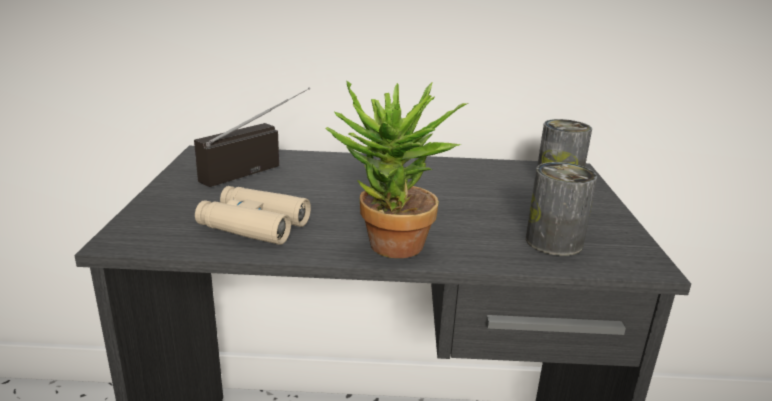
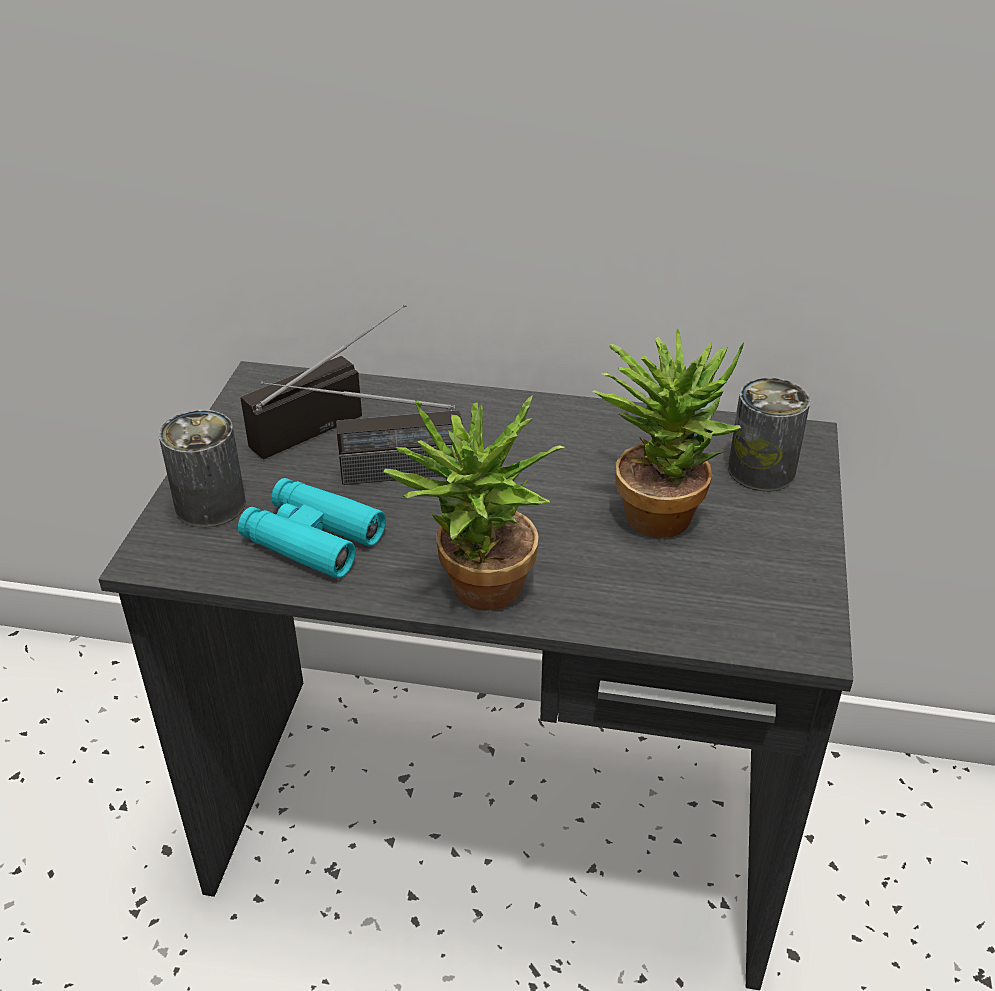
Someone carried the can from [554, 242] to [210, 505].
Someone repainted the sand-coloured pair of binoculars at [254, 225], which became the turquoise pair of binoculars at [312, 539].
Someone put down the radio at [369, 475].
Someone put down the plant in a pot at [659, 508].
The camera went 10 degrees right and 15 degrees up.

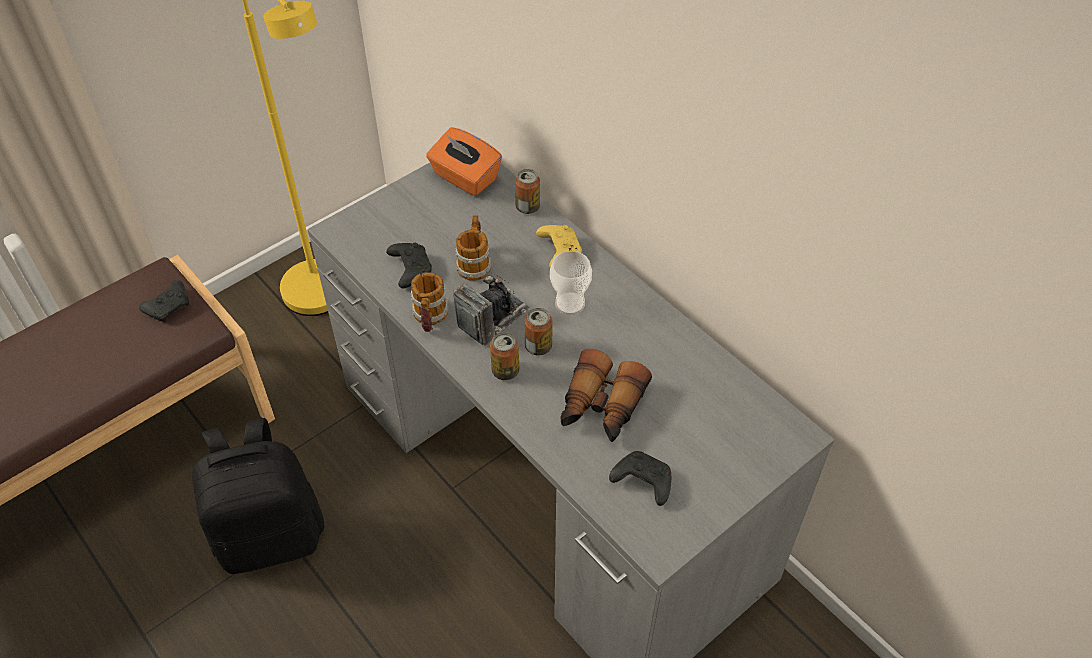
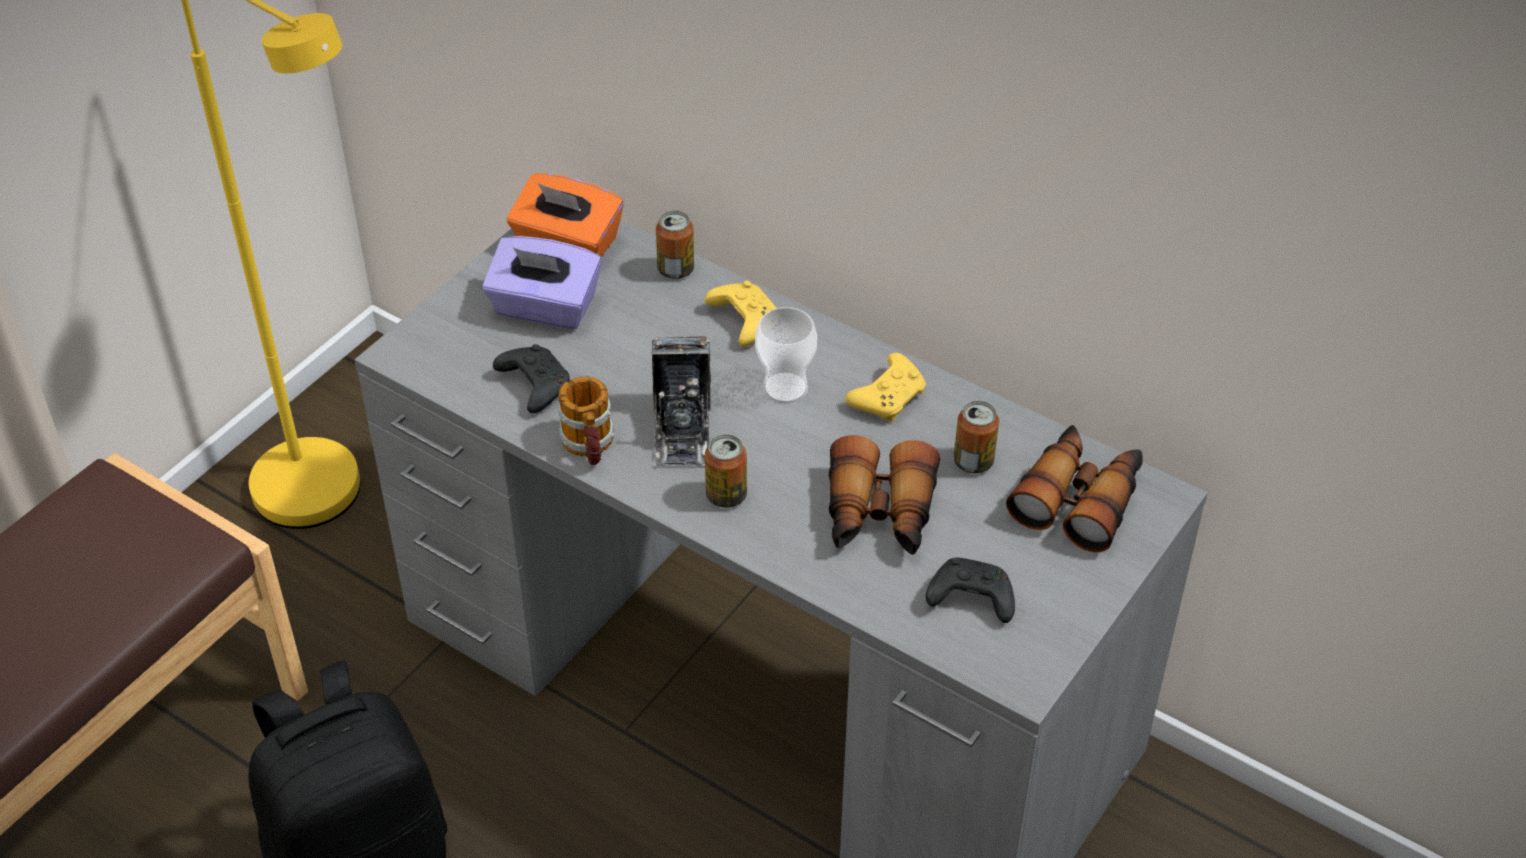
Someone put down the purple box of tissues at [545, 308].
Someone rotated the photo camera at [493, 318] by 150 degrees clockwise.
Someone put down the yellowish joypad at [889, 397].
Someone carried the can from [538, 346] to [973, 462].
Someone put down the pair of binoculars at [1079, 498].
Someone took away the black-coloured joypad at [169, 306].
Someone took away the mug at [475, 262].
The camera went 15 degrees left and 5 degrees down.

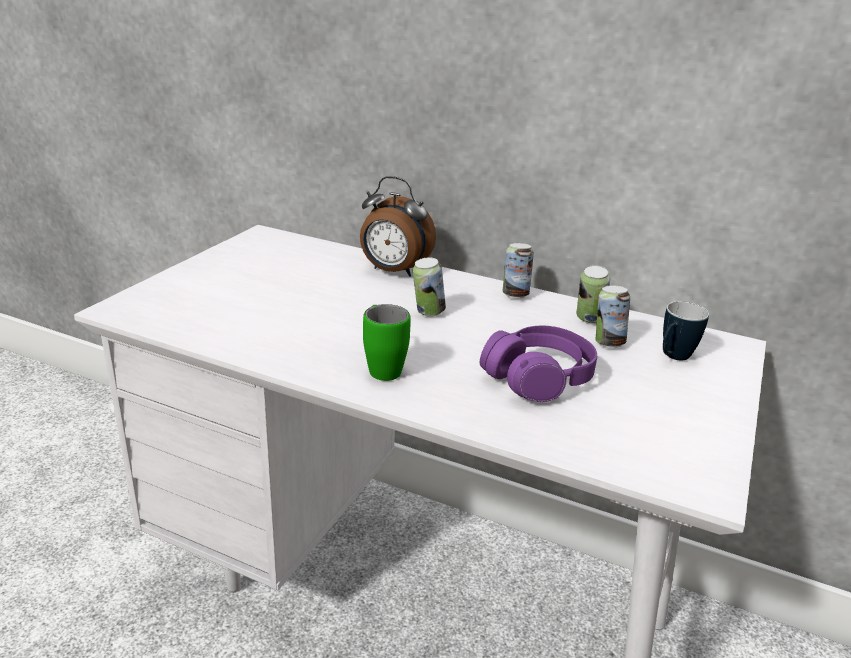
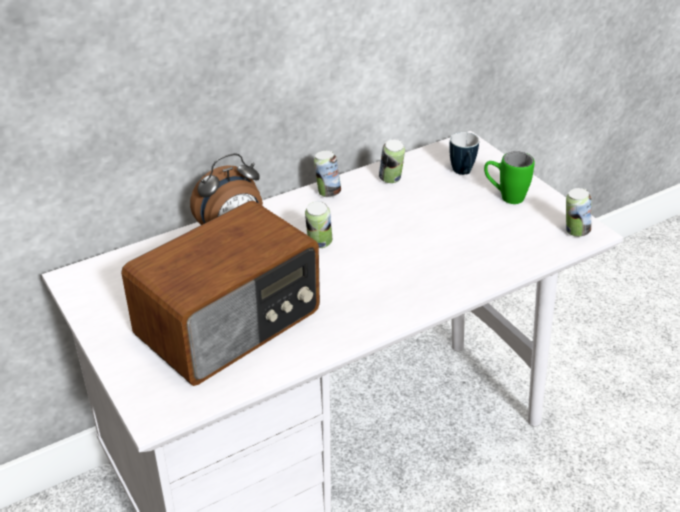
Someone put down the radio at [231, 324].
Someone carried the greenish mug from [382, 366] to [504, 197].
Someone carried the can from [607, 343] to [575, 232].
Someone took away the purple headset at [538, 378].
The camera went 55 degrees left and 10 degrees up.

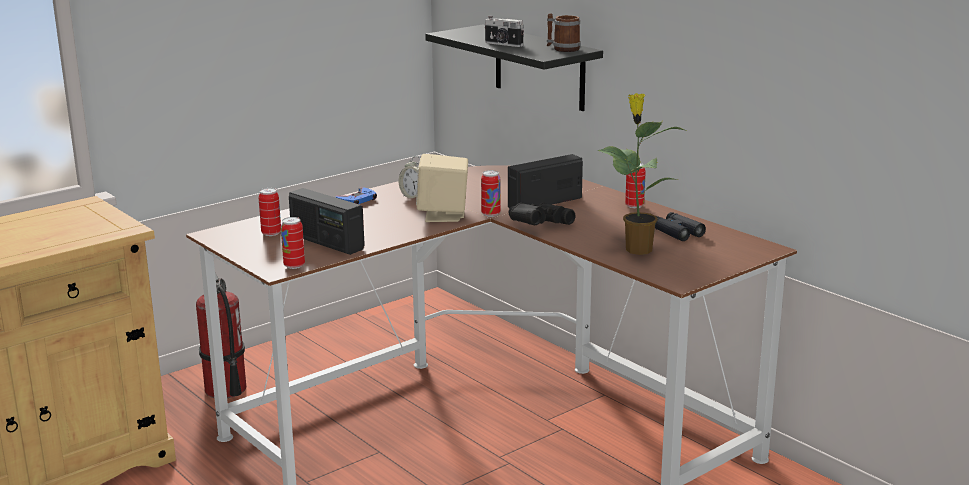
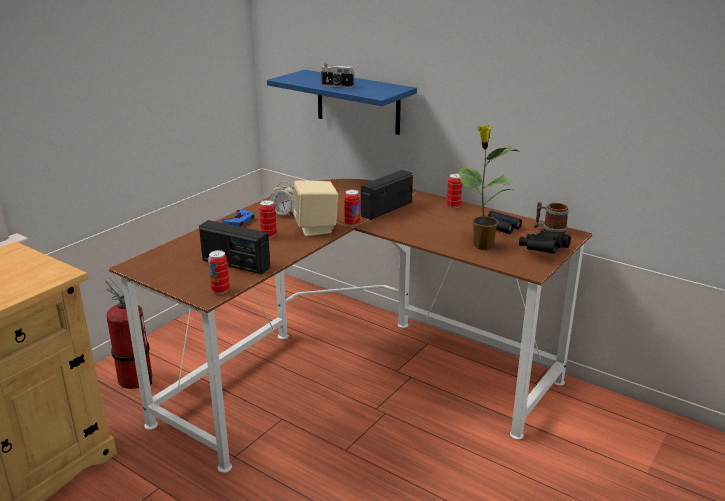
Someone carried the can from [271, 233] to [268, 235].
Someone repainted the black-coloured wall shelf at [539, 67], which became the bluish wall shelf at [358, 102].
Someone carried the black-coloured pair of binoculars from [538, 226] to [543, 251].
Someone carried the mug from [562, 48] to [549, 230].
The camera went 15 degrees left and 5 degrees up.

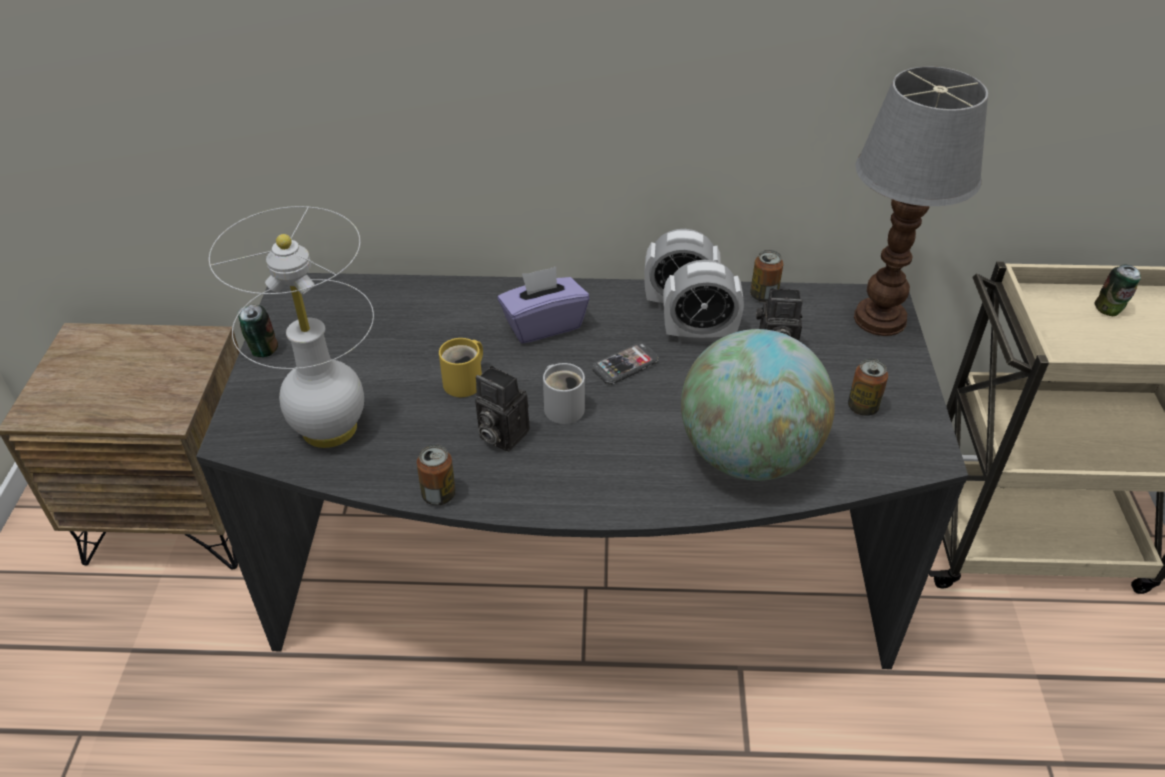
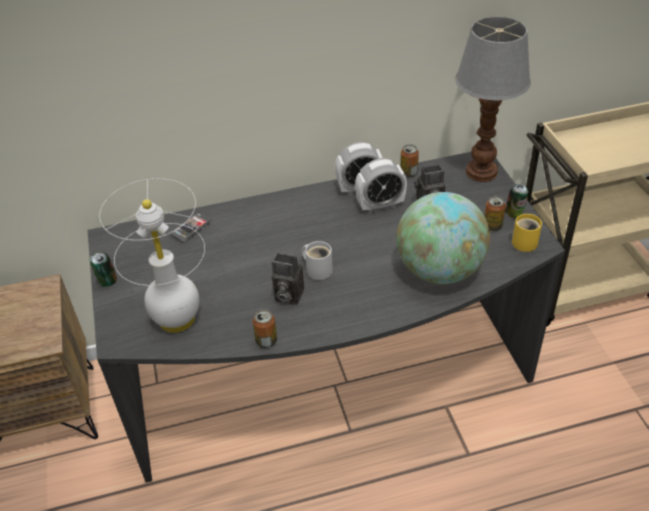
Someone carried the handset from [625, 365] to [191, 229].
Someone carried the can from [1109, 310] to [515, 213].
Someone carried the yellowish mug from [466, 382] to [525, 241].
Someone took away the purple box of tissues at [543, 325].
The camera went 15 degrees left and 0 degrees up.

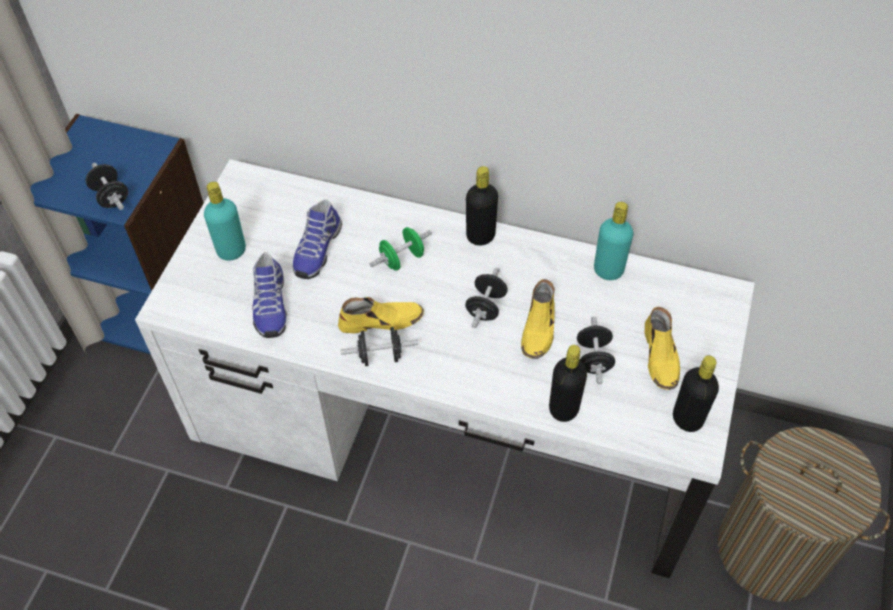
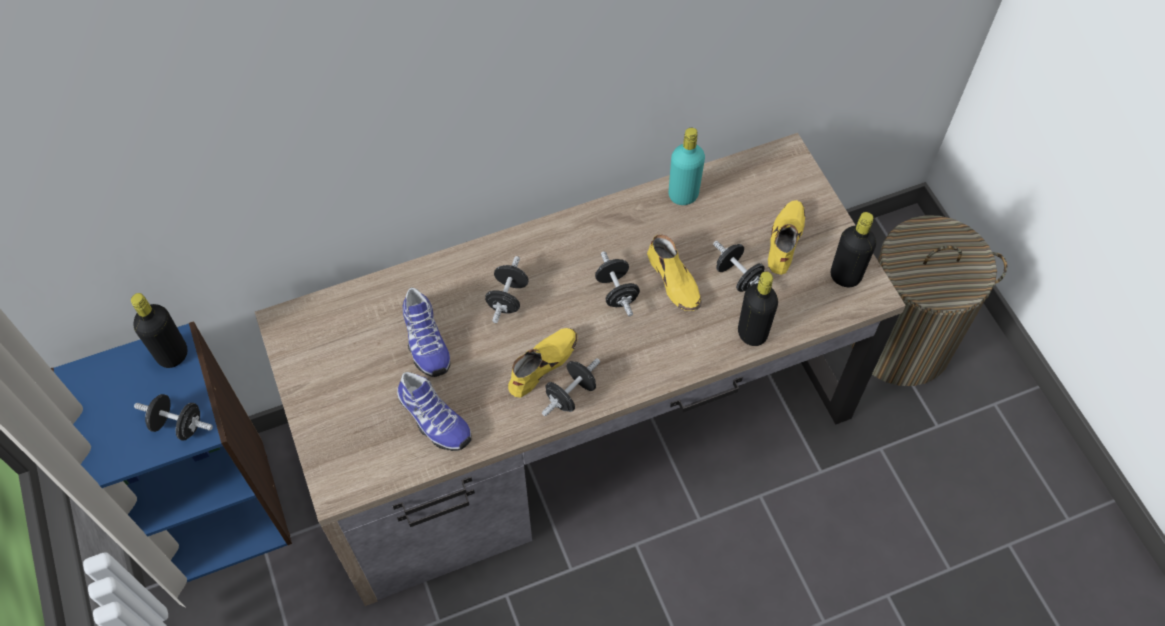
Someone carried the black-coloured bottle from [480, 236] to [172, 354].
Someone repainted the whitish desk unit at [448, 424], which became the brown-coloured desk unit at [580, 423].
Someone repainted the greenish hand weight at [402, 259], which became the black-coloured hand weight at [507, 298].
Someone rotated the yellowish shoe at [661, 357] by 120 degrees counterclockwise.
Someone took away the turquoise bottle at [231, 251].
The camera went 40 degrees left and 5 degrees up.

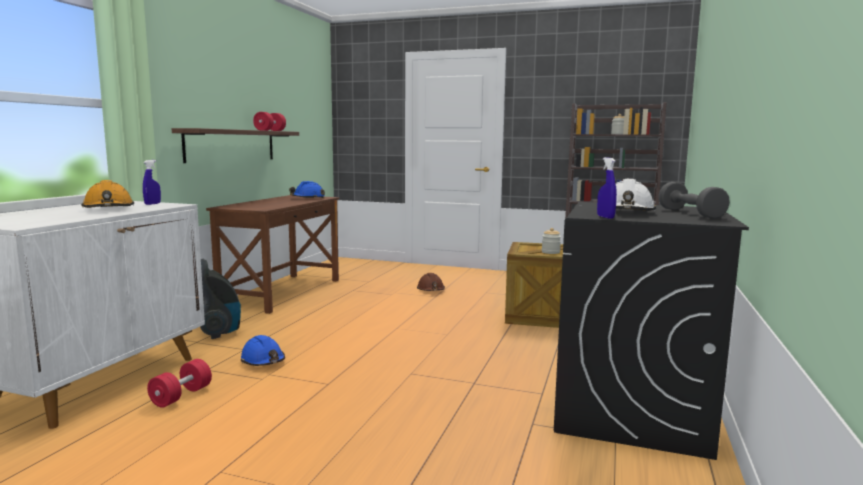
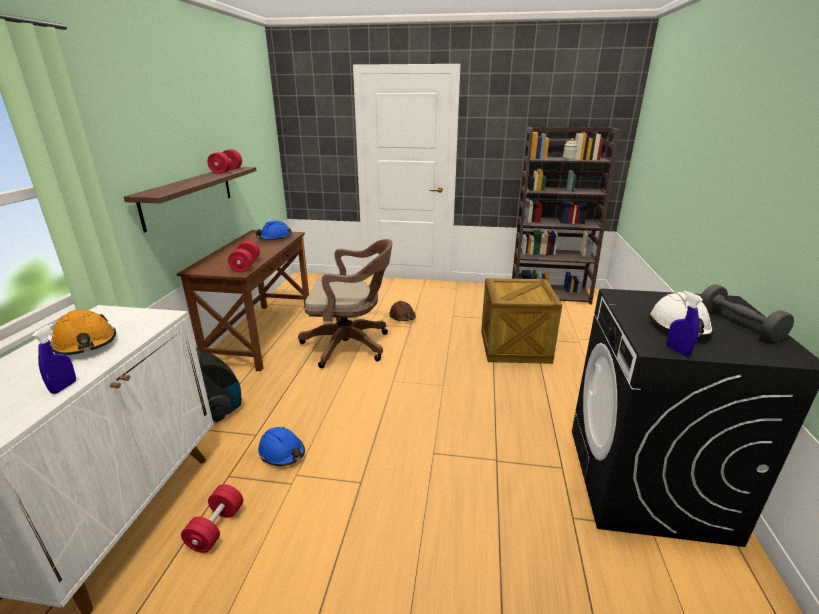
Someone carried the bluish spray bottle from [152, 204] to [64, 387].
Someone put down the red hand weight at [246, 265].
Someone put down the brown-coloured desk chair at [351, 345].
Someone took away the storage jar at [550, 252].
The camera went 10 degrees left and 15 degrees up.

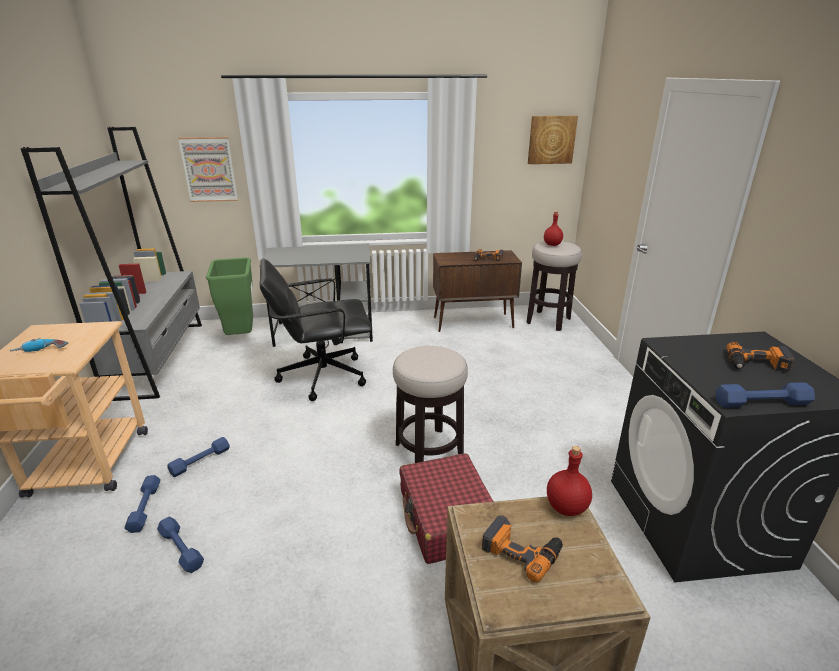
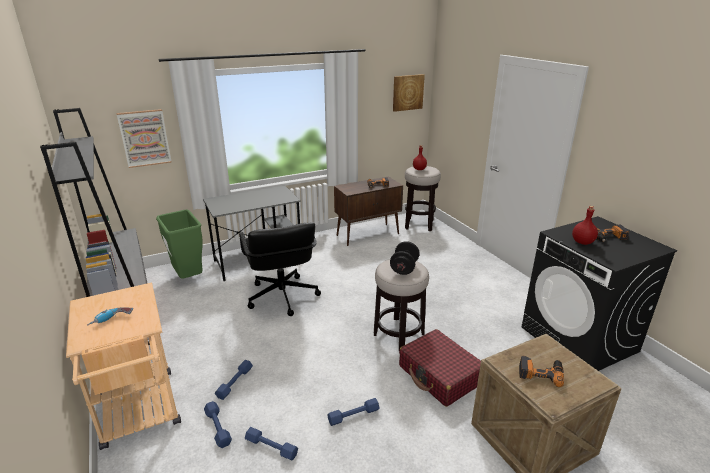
Someone rotated the black-coloured desk chair at [322, 376] by 75 degrees counterclockwise.
Someone carried the bluish hand weight from [761, 402] to [353, 415].
Someone put down the black-coloured hand weight at [404, 268].
Someone carried the red bottle from [566, 507] to [582, 242].
The camera went 20 degrees left and 0 degrees up.

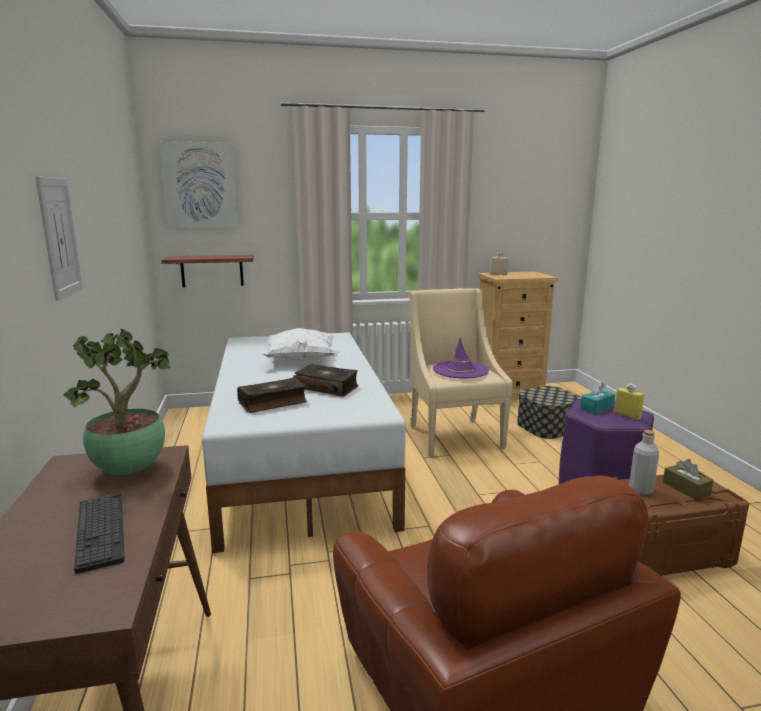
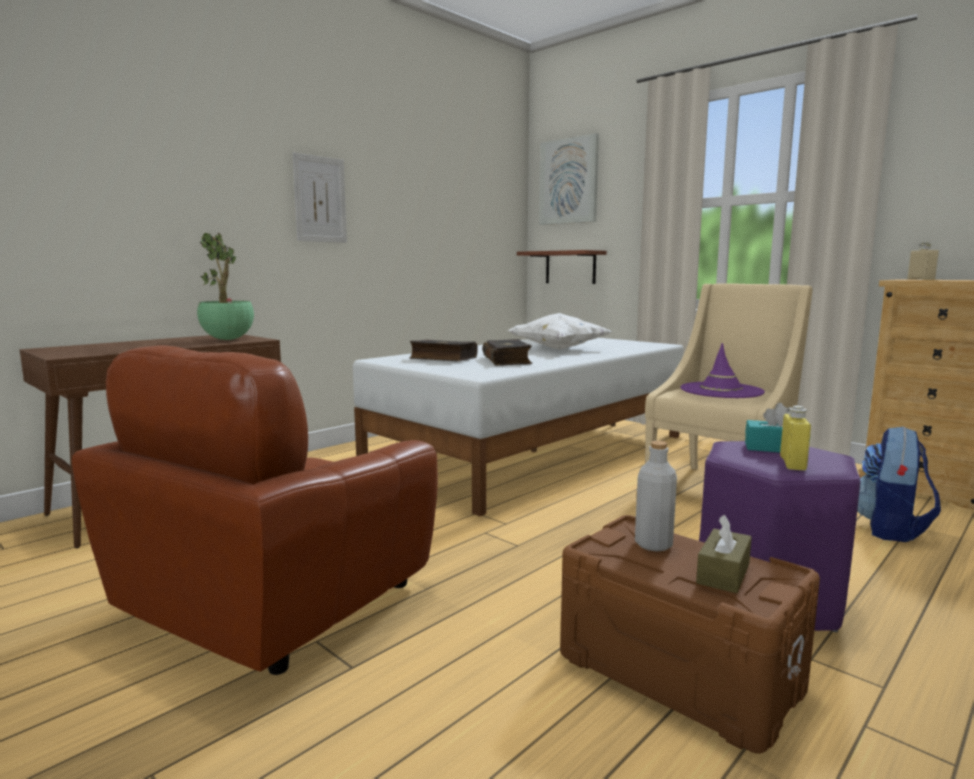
Someone swapped the storage box at [547, 427] for the rucksack at [891, 529].
Someone took away the keyboard at [100, 531].
The camera went 55 degrees right and 5 degrees down.

